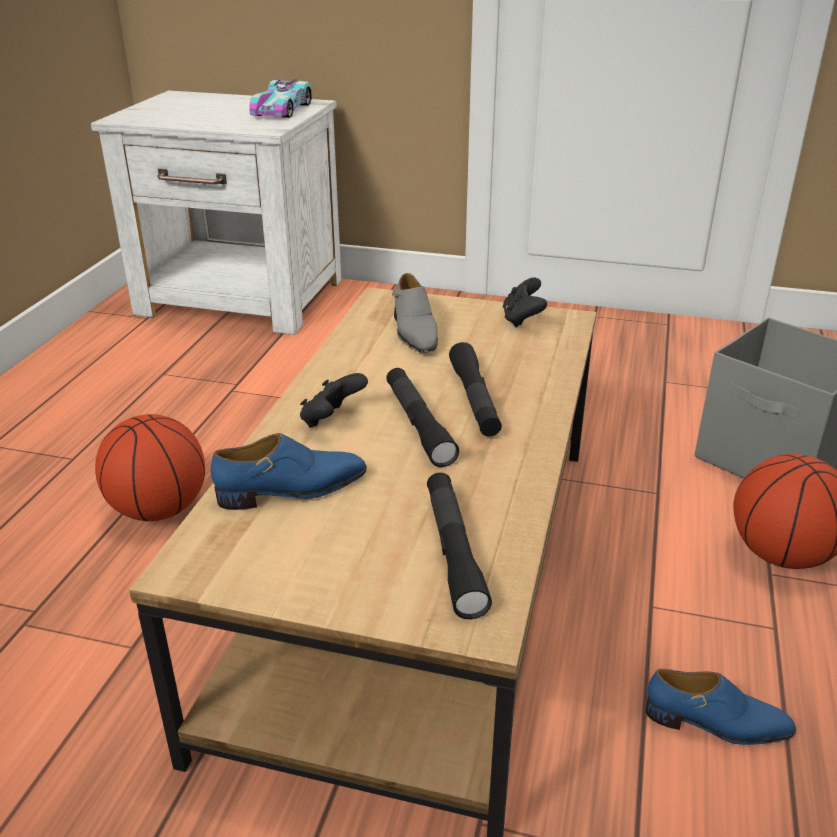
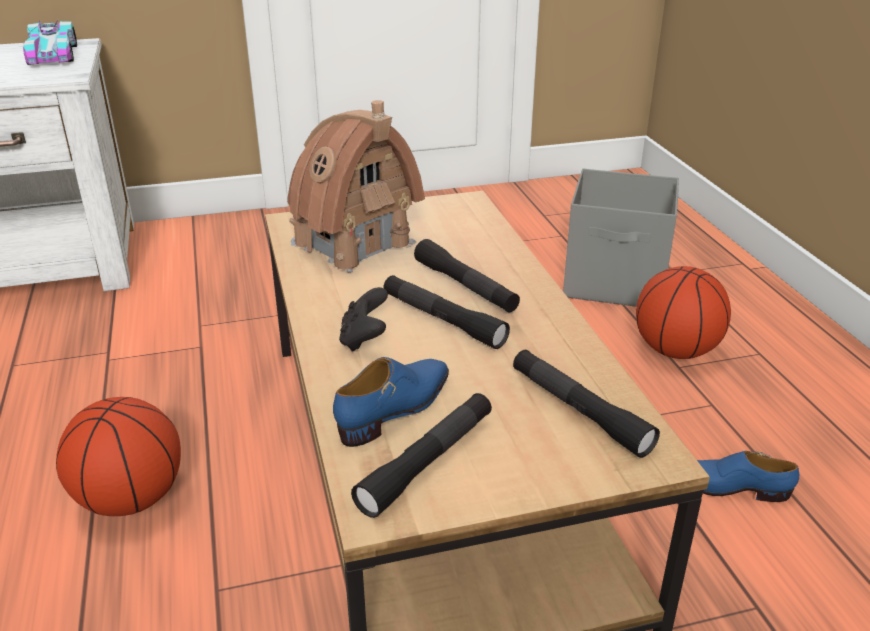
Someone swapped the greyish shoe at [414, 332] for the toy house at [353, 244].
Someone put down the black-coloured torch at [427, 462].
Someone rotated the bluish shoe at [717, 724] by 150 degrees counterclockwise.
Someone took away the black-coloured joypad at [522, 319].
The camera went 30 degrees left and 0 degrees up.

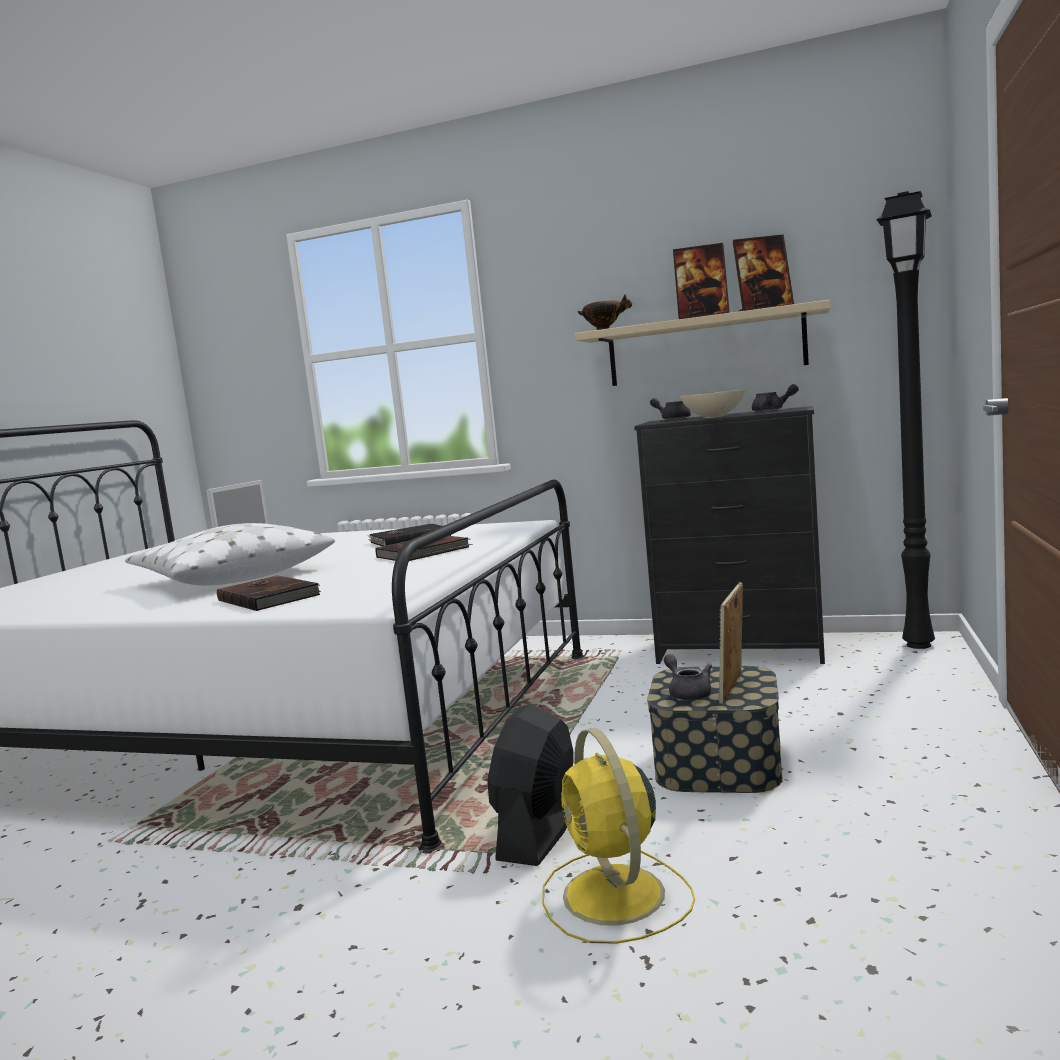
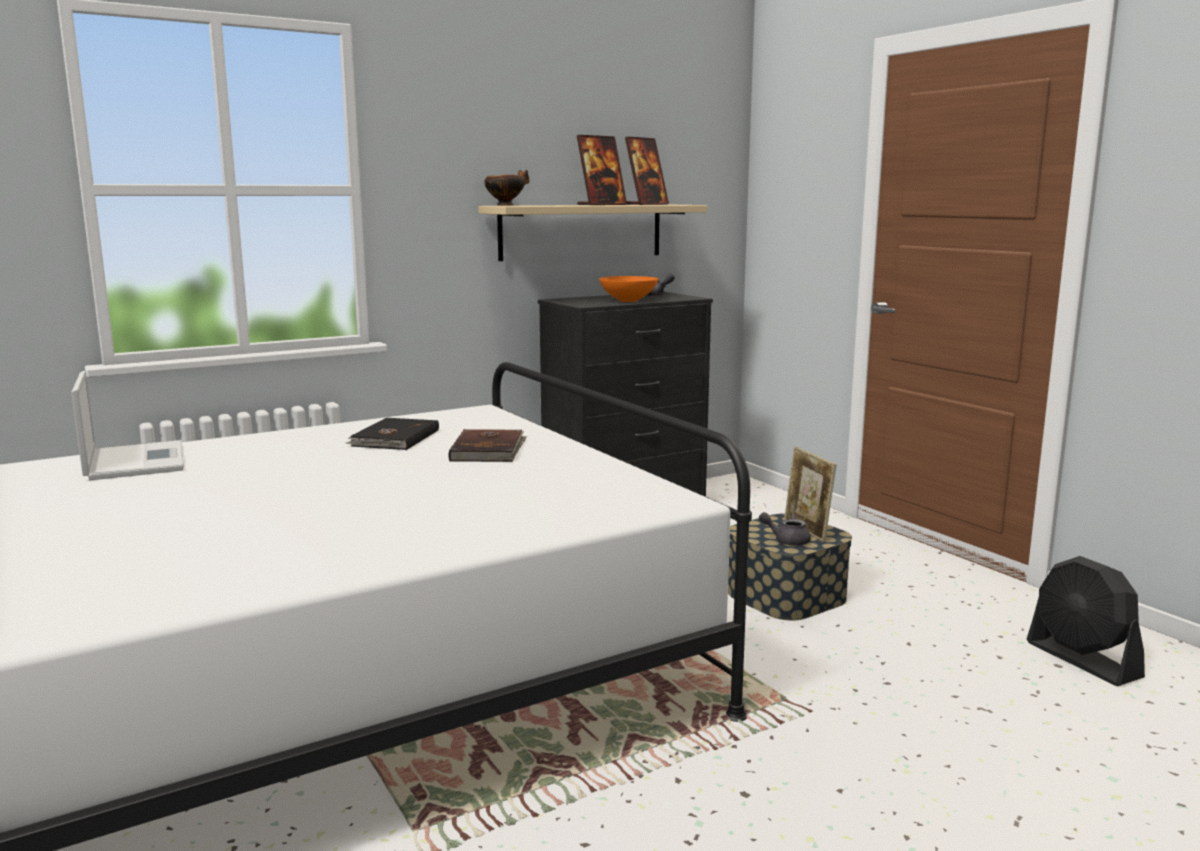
Someone repainted the sand-coloured serving bowl at [714, 417], which became the orange serving bowl at [629, 301].
Someone carried the black-coloured cooling fan from [540, 831] to [1083, 660].
Someone took away the whitish cushion at [231, 576].
Someone took away the brown-coloured bound book at [269, 597].
Someone took away the yellowish cooling fan at [615, 897].
Someone took away the greyish tea pot at [672, 419].
Someone took away the black-coloured standing lamp at [920, 644].
The camera went 50 degrees left and 5 degrees up.

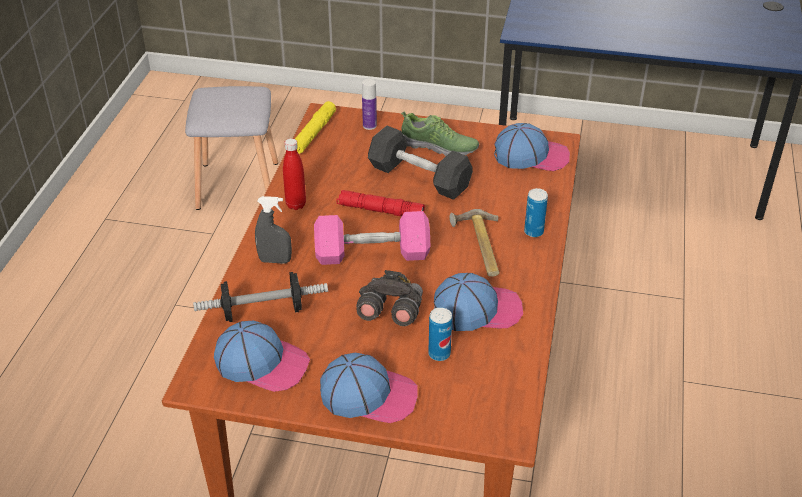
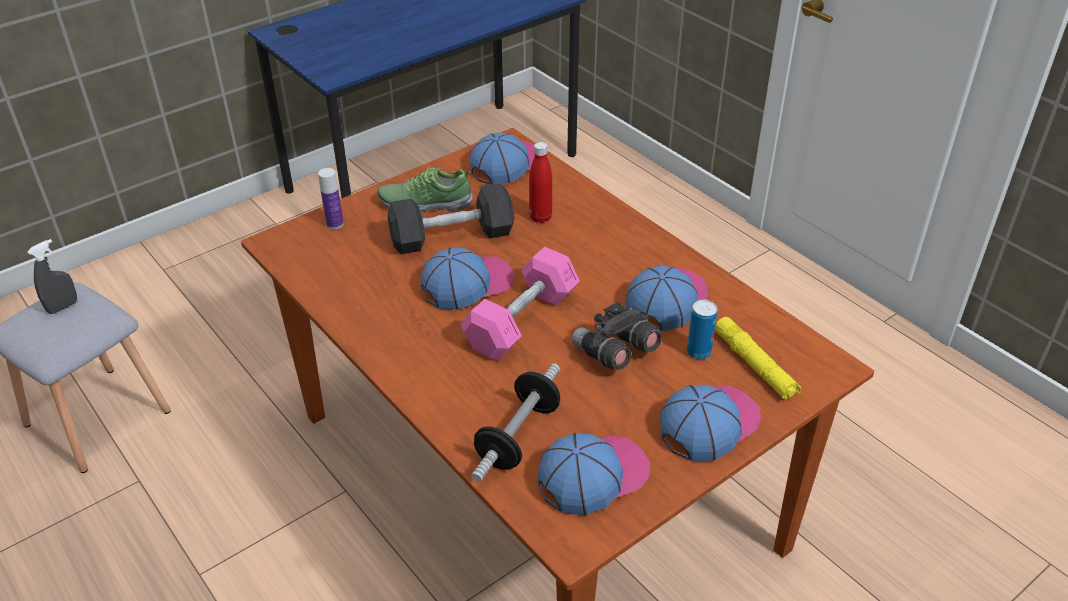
Someone carried the greyish spray bottle from [275, 260] to [63, 307].
Someone rotated the shoe at [439, 147] by 150 degrees counterclockwise.
Someone swapped the red torch at [380, 210] for the baseball cap at [467, 283].
Someone carried the red bottle from [296, 205] to [540, 217].
Someone carried the yellowish torch from [313, 134] to [754, 365].
Someone took away the hand hammer at [479, 247].
Someone took away the can at [533, 232].
The camera went 50 degrees left and 0 degrees up.

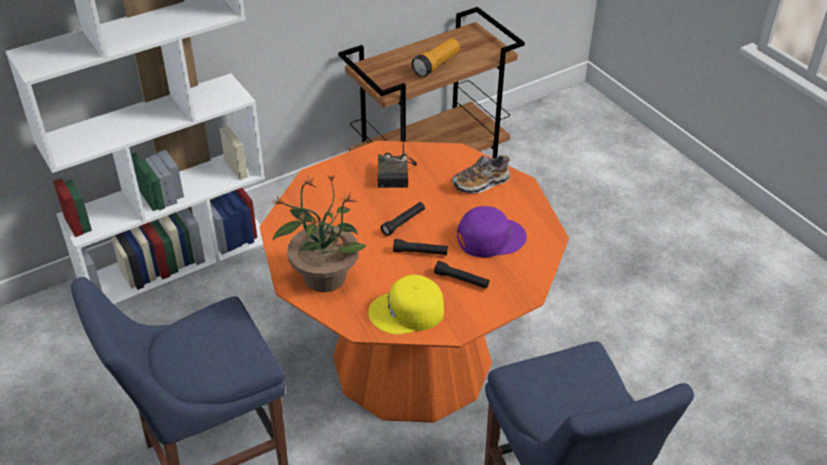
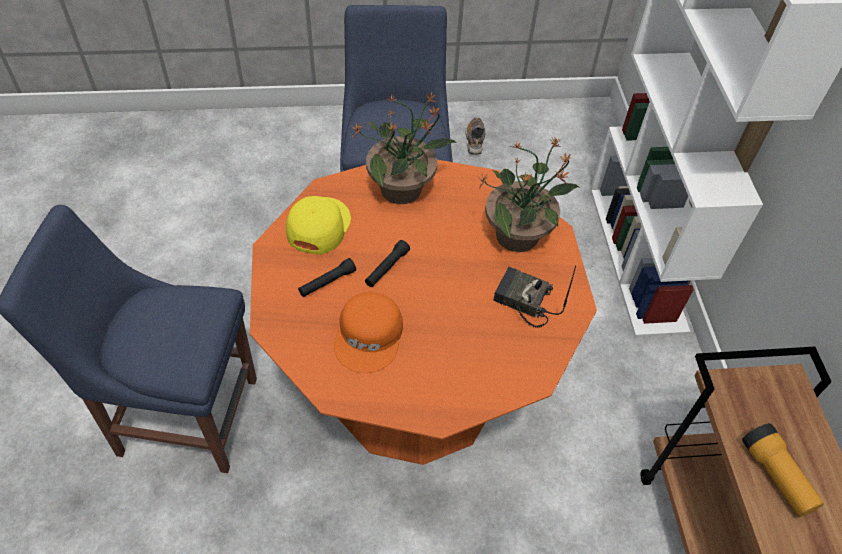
Someone repainted the purple baseball cap at [490, 237], which became the orange baseball cap at [370, 336].
Someone carried the shoe from [480, 183] to [474, 140].
Someone put down the plant in a pot at [518, 235].
Someone took away the black-coloured torch at [403, 222].
The camera went 115 degrees right and 10 degrees up.

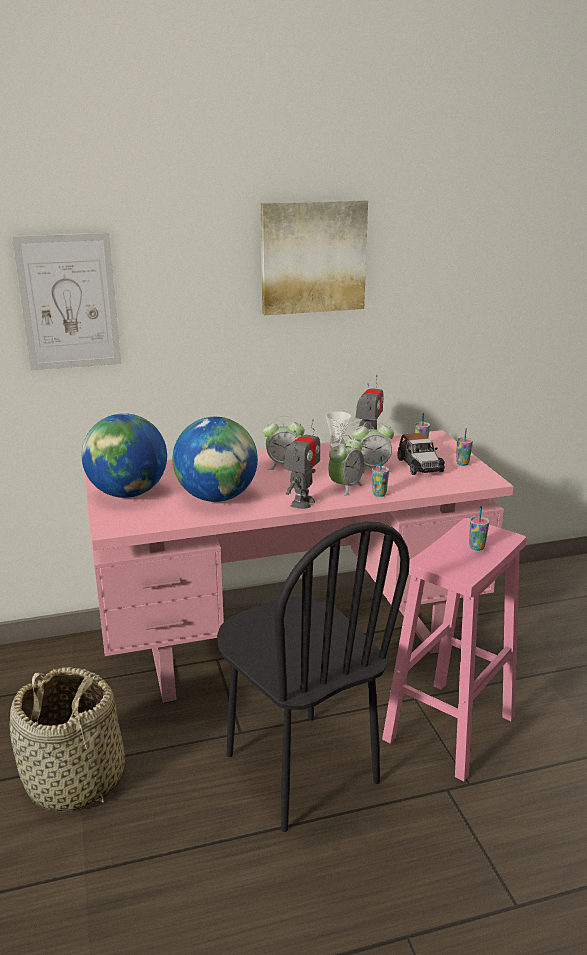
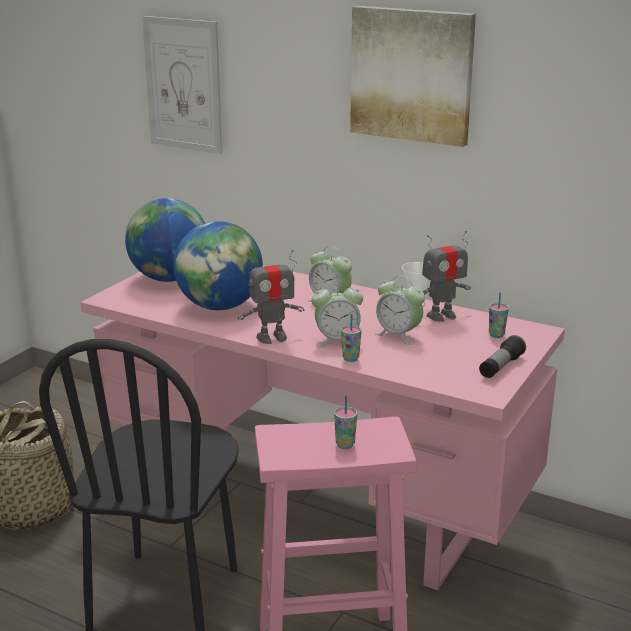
Someone swapped the drinking cup at [462, 463] for the torch at [500, 367].
Someone took away the toy car at [419, 465].
The camera went 45 degrees right and 0 degrees up.

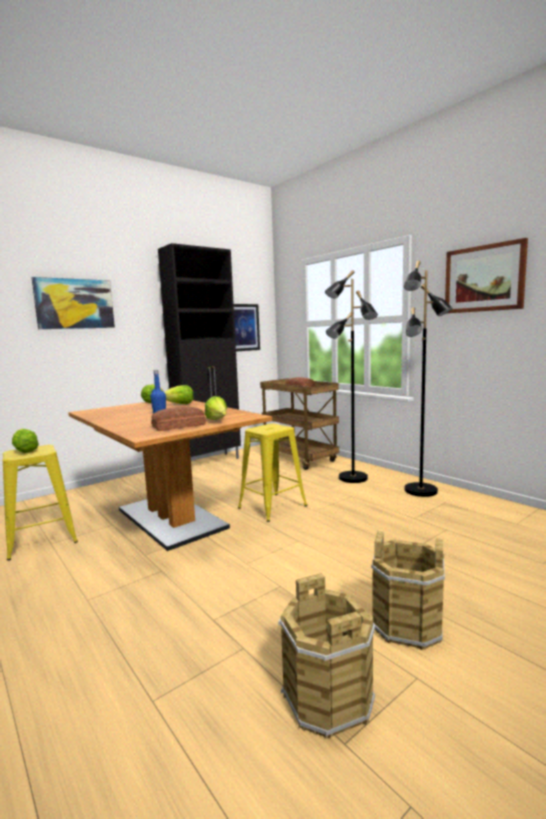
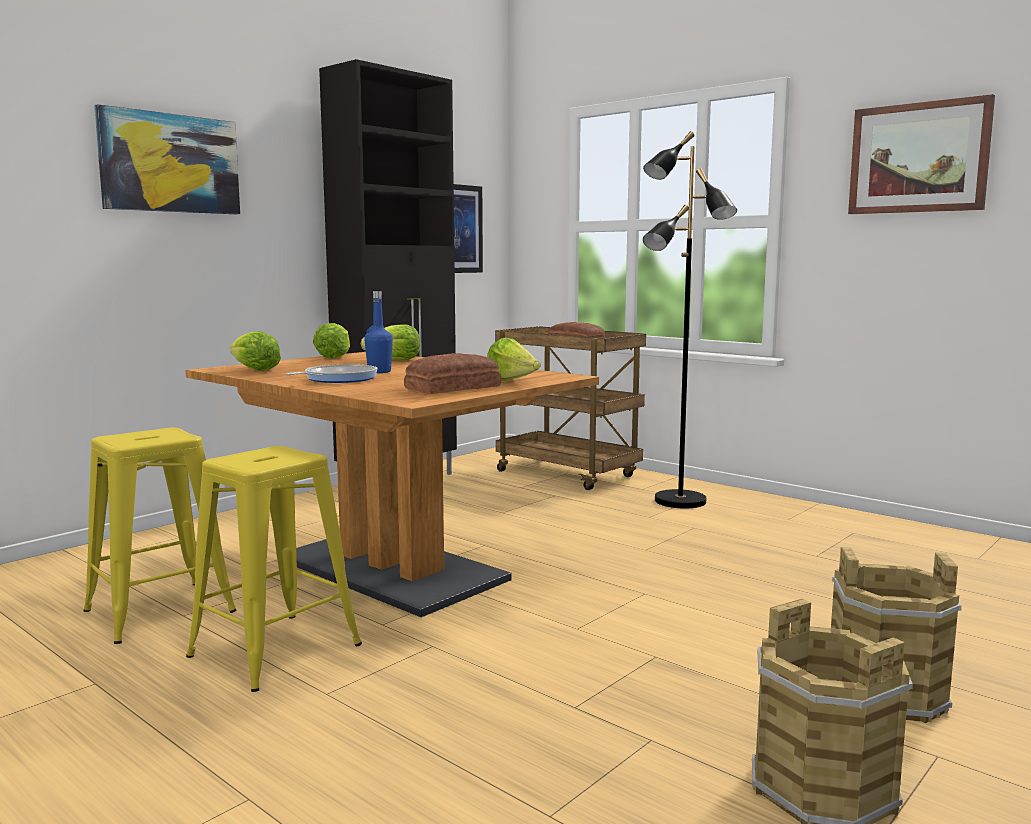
Someone carried the yellowish stool from [272, 507] to [275, 651].
Someone carried the lettuce head from [25, 451] to [255, 370].
Someone put down the pan at [337, 379].
Someone took away the black-coloured standing lamp at [421, 491].
The camera went 10 degrees left and 0 degrees up.

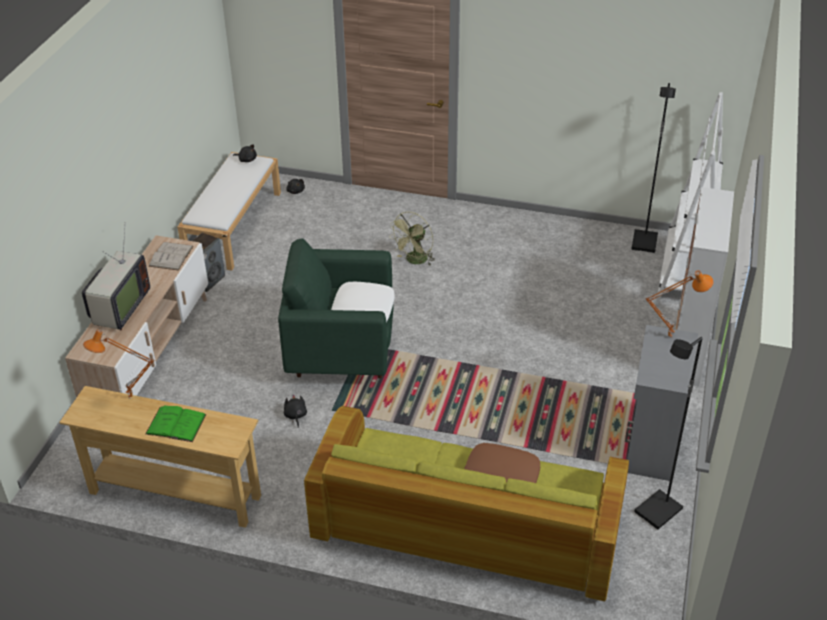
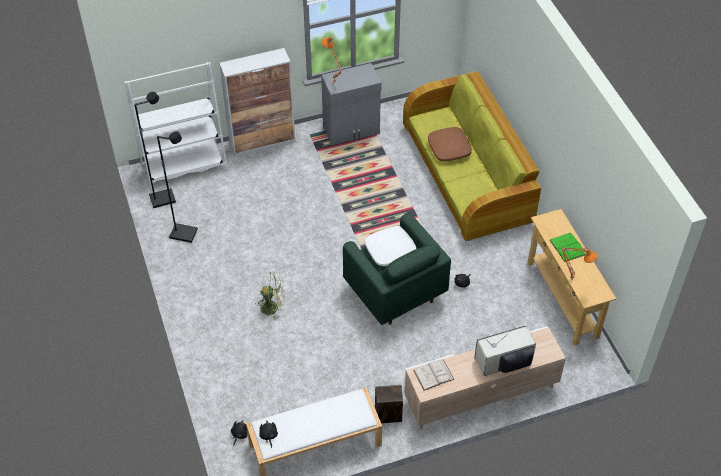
Someone carried the black-coloured standing lamp from [658, 512] to [184, 233].
The camera went 125 degrees left and 10 degrees up.

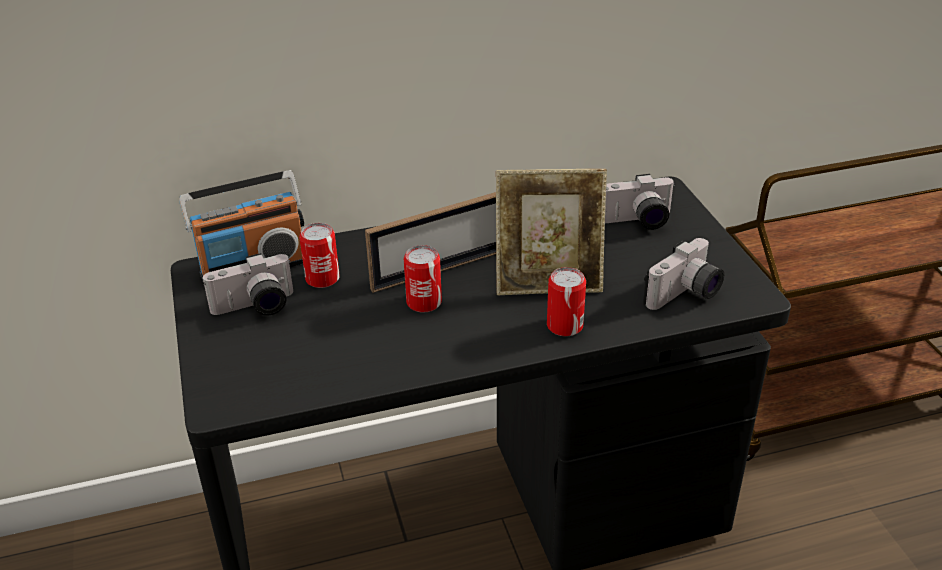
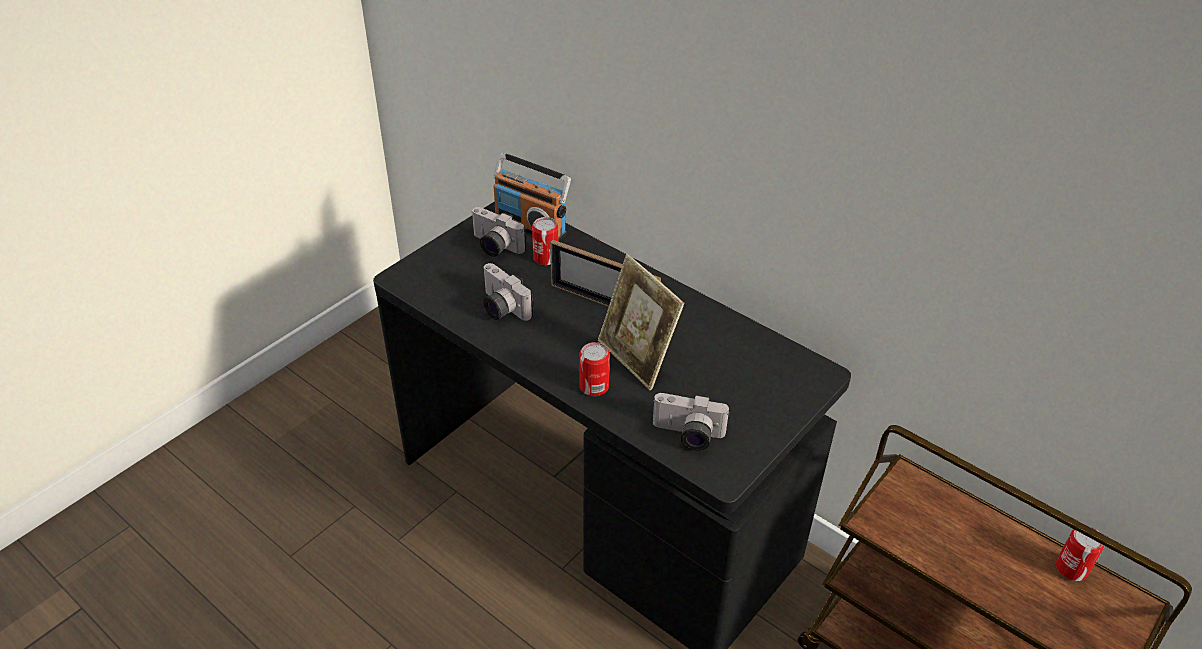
Someone carried the photo camera from [636, 222] to [501, 308].
Someone carried the can from [424, 302] to [1071, 568].
The camera went 55 degrees right and 5 degrees up.

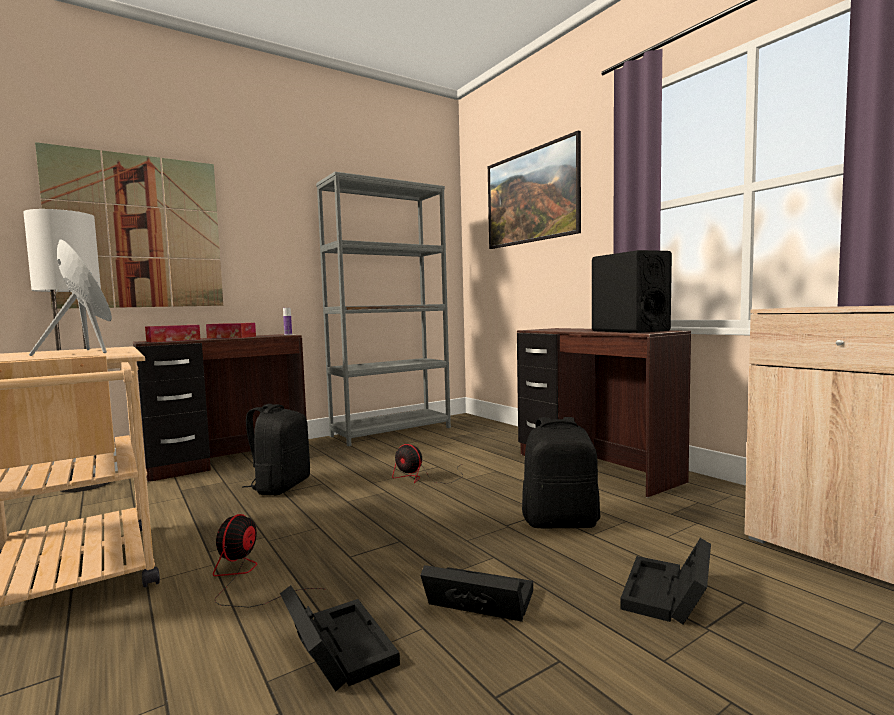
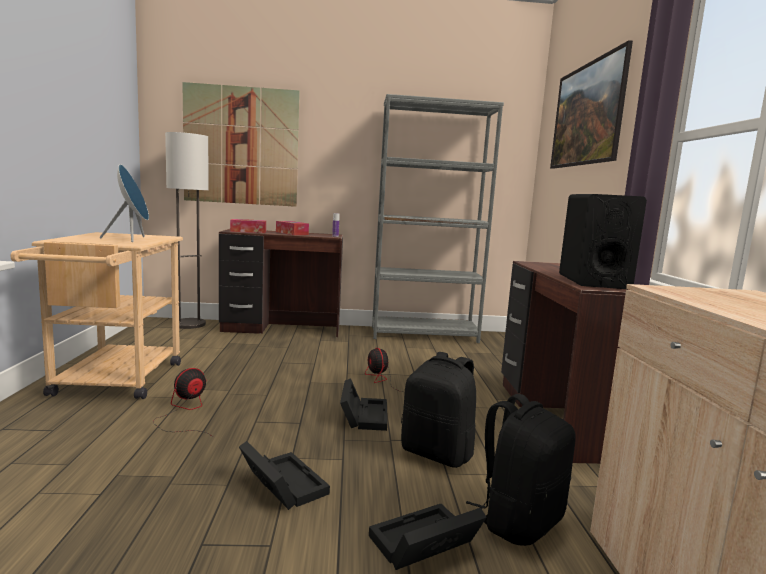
Someone carried the black-coloured storage box from [336, 648] to [363, 415].
Someone carried the black-coloured rucksack from [280, 487] to [519, 521].
The camera went 30 degrees right and 5 degrees up.

